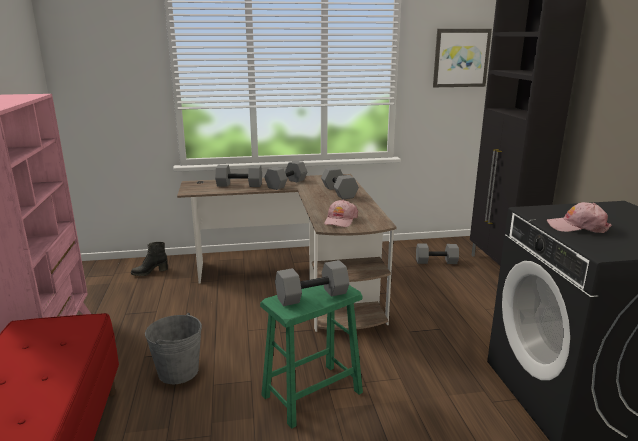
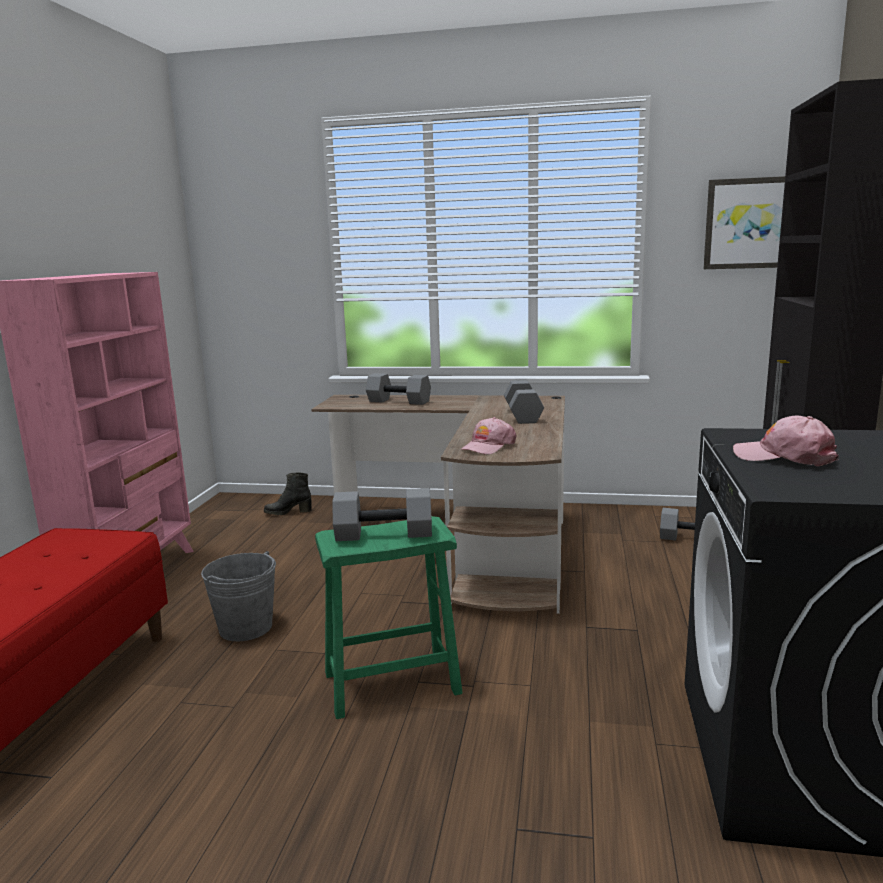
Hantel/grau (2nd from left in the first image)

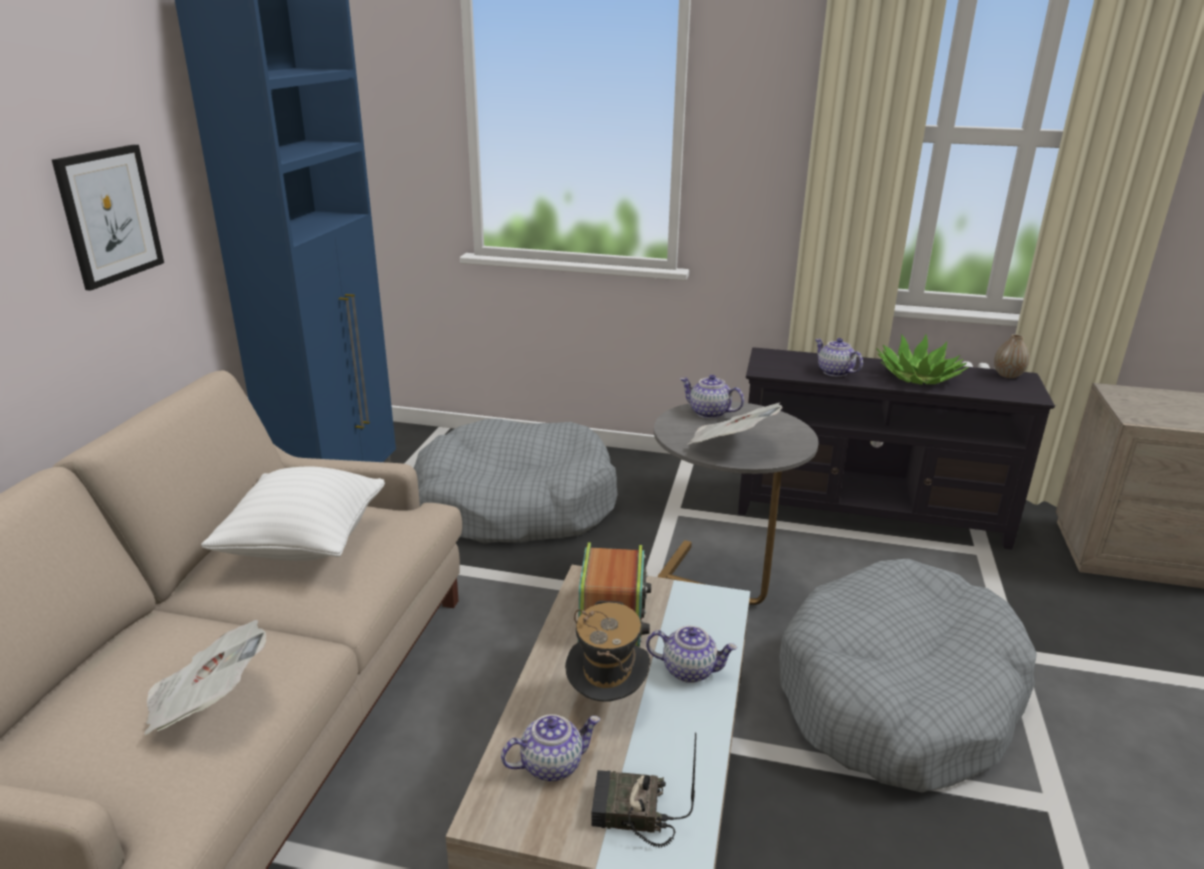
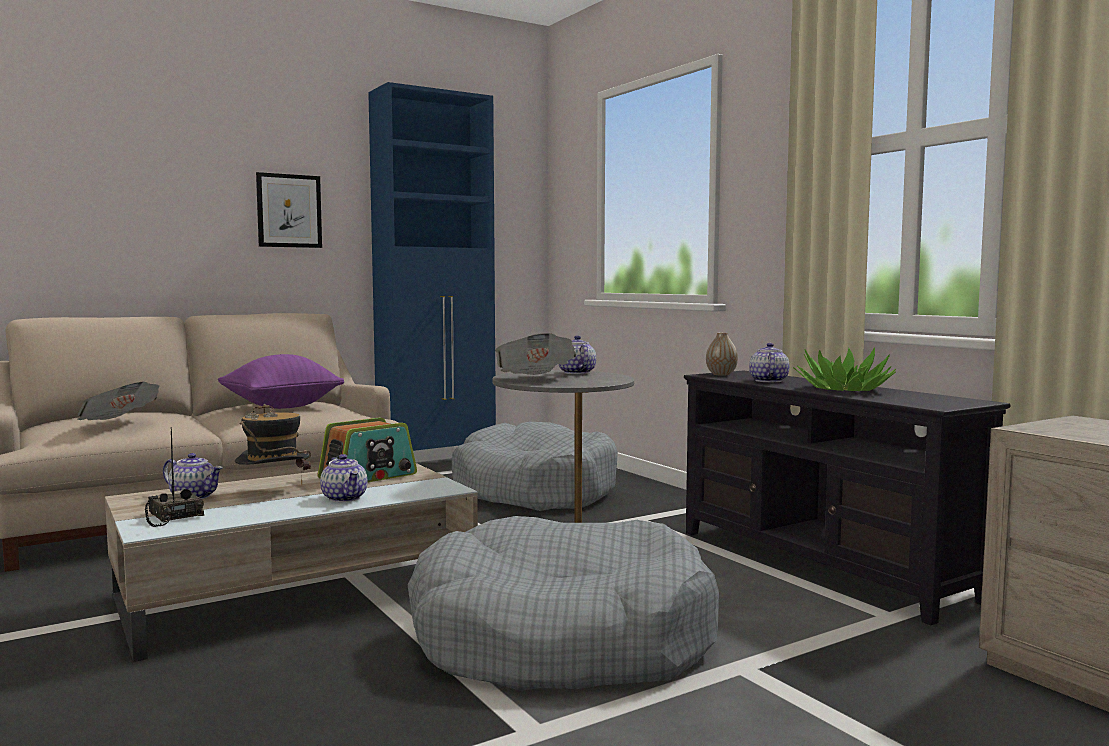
Vase; Kissen/lila

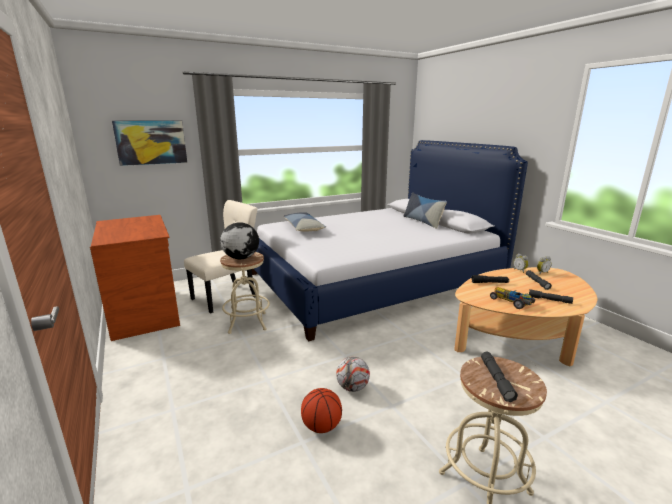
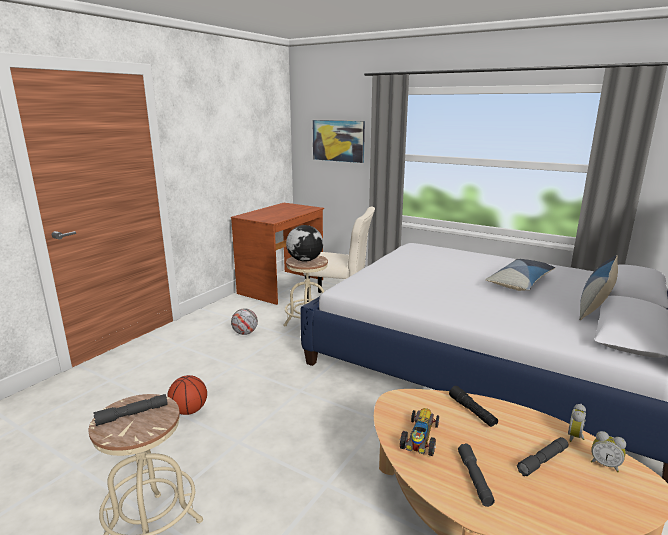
Kissen (1st from left); Fußball

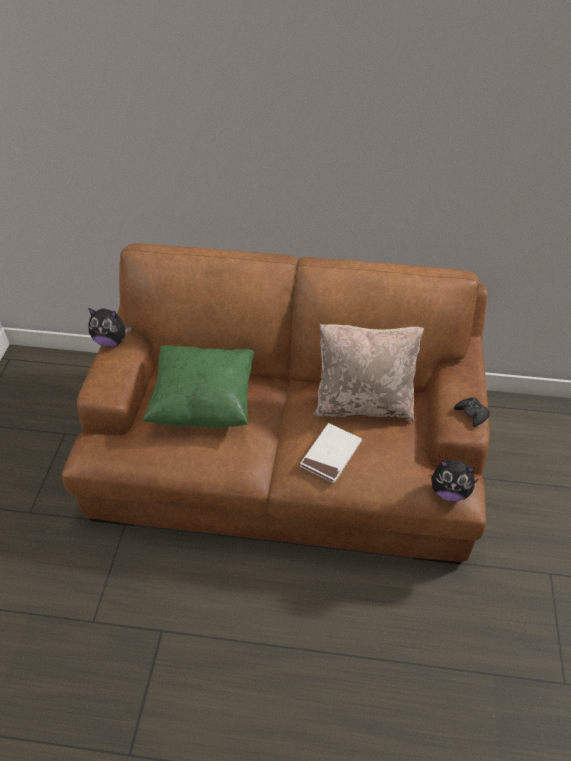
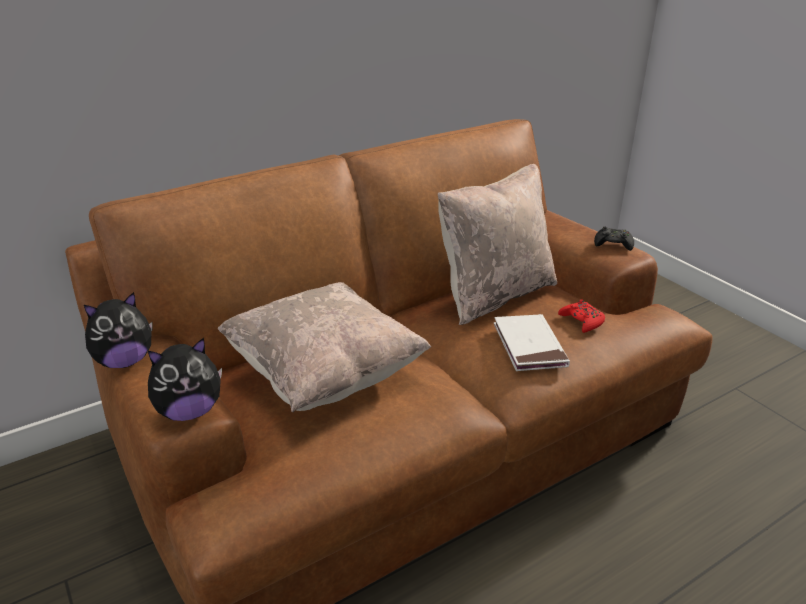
Gamepad/rot; Plüschtier (2nd from left); Kissen/beige (1st from left)

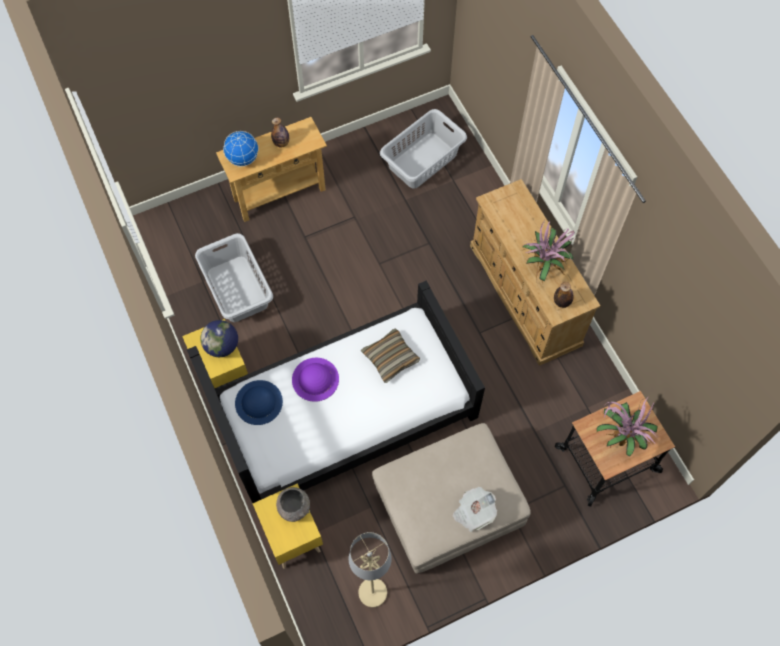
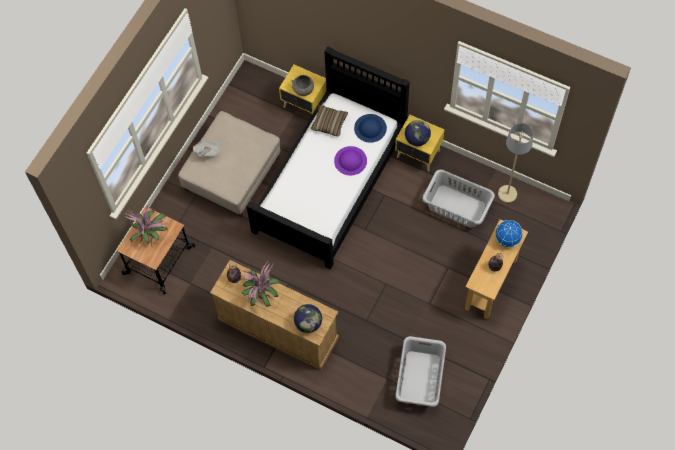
Globus (1st from left); Stehlampe/beige; Kissen

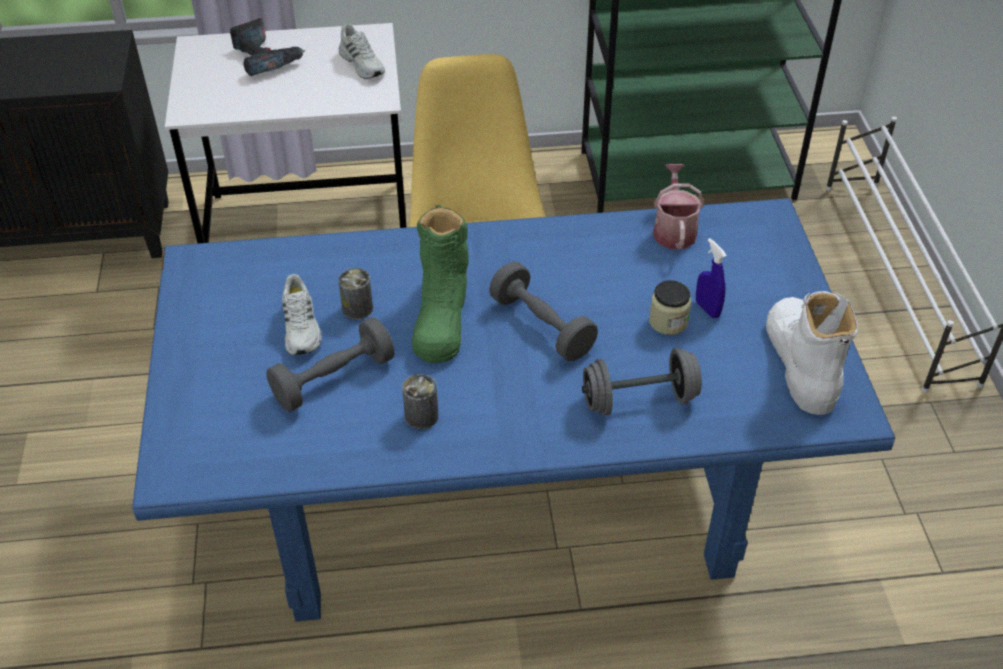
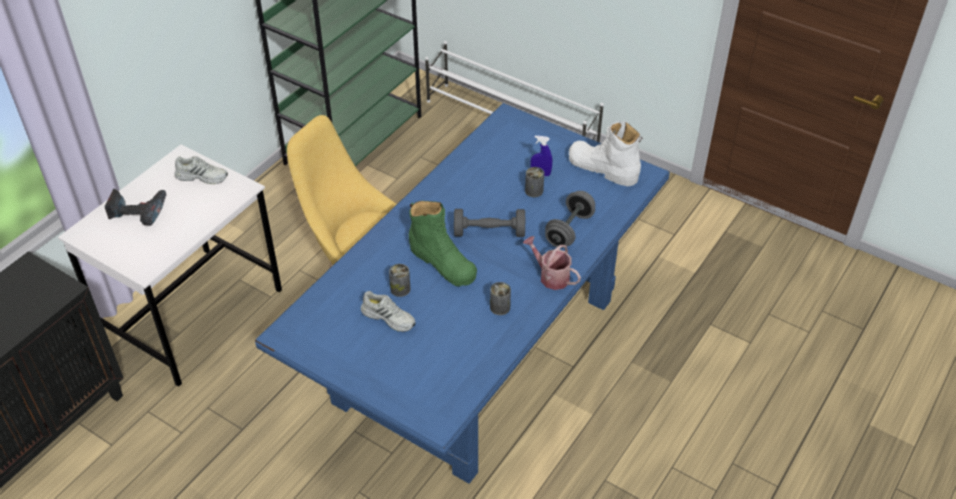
Hantel/grau (1st from left in the first image); Gießkanne; Dose (3rd from left)

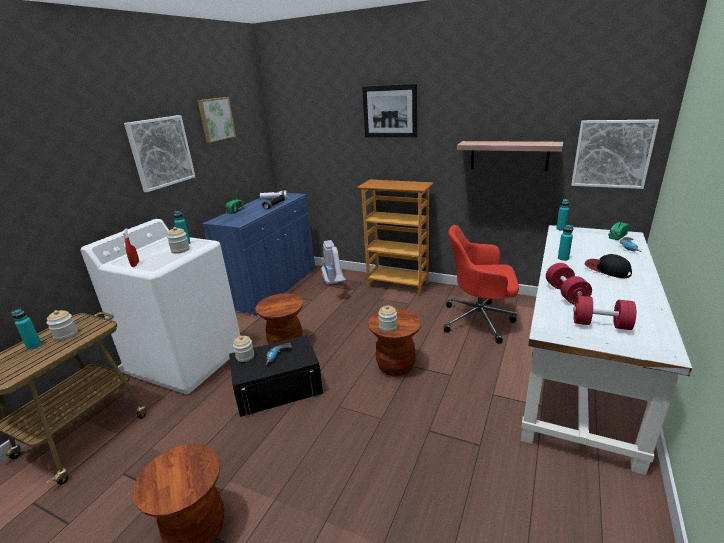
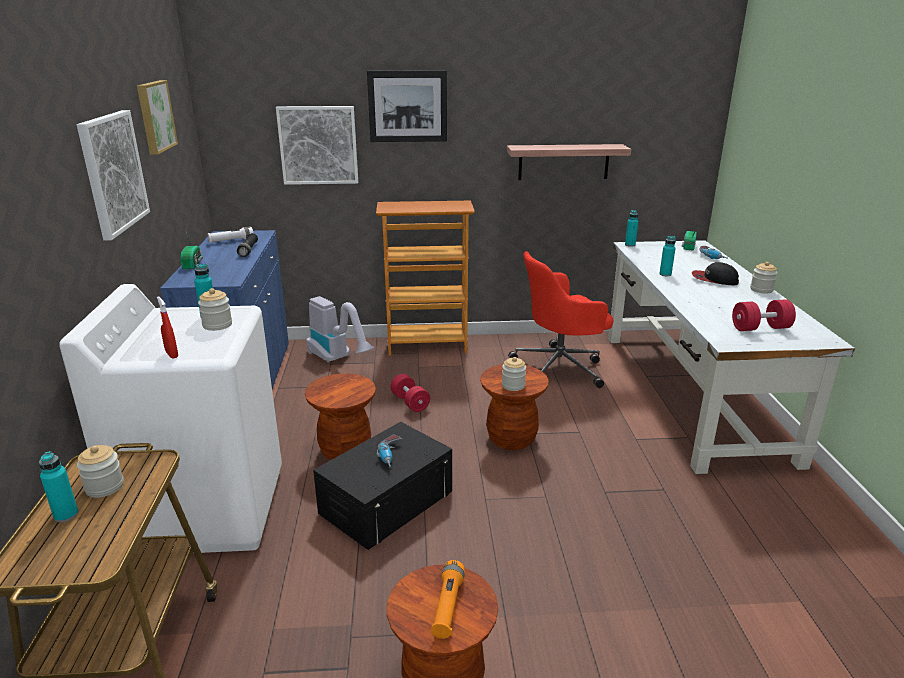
Taschenlampe/orange; Vorratsglas (4th from left); Hantel/rot (1st from left); Bild (3rd from left)

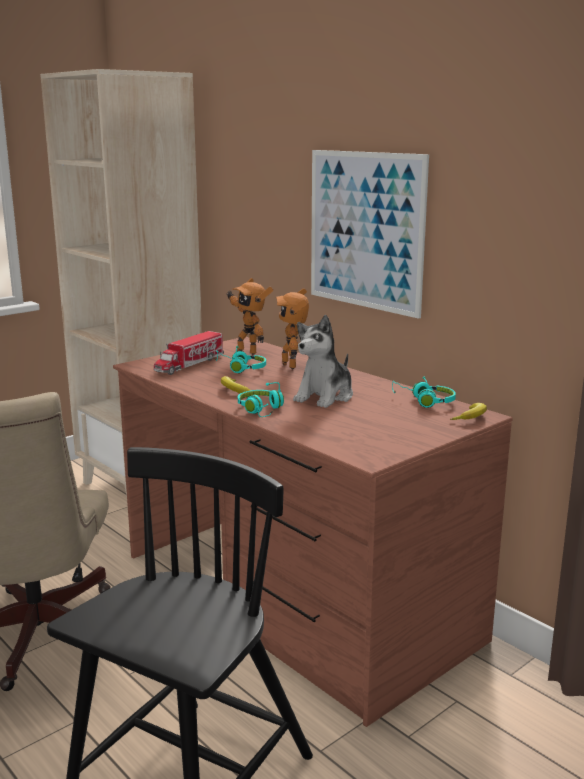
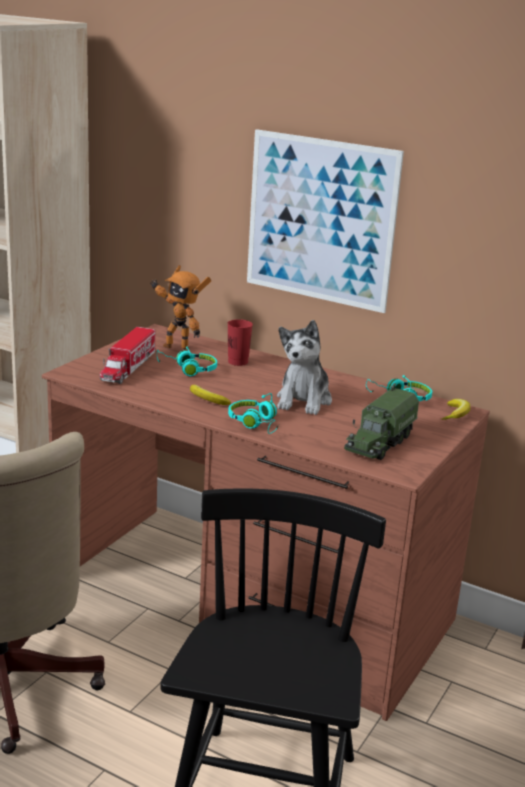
Spielzeuglaster (2nd from left); Tasse/rot

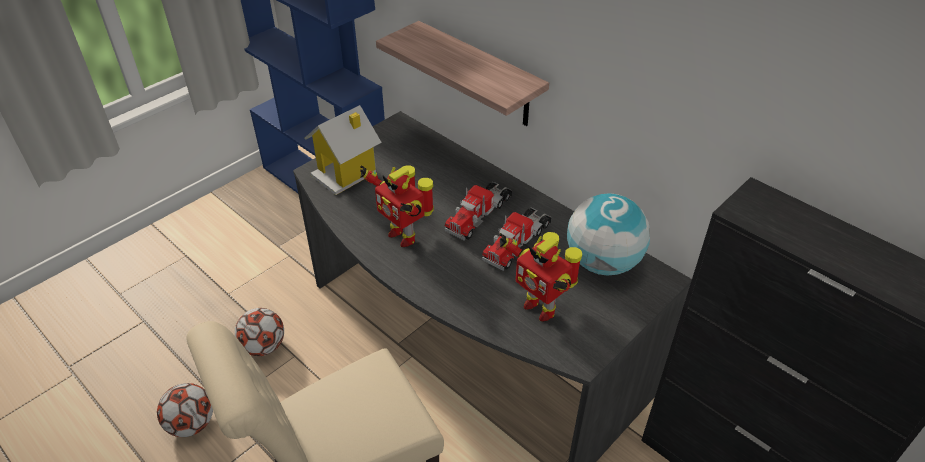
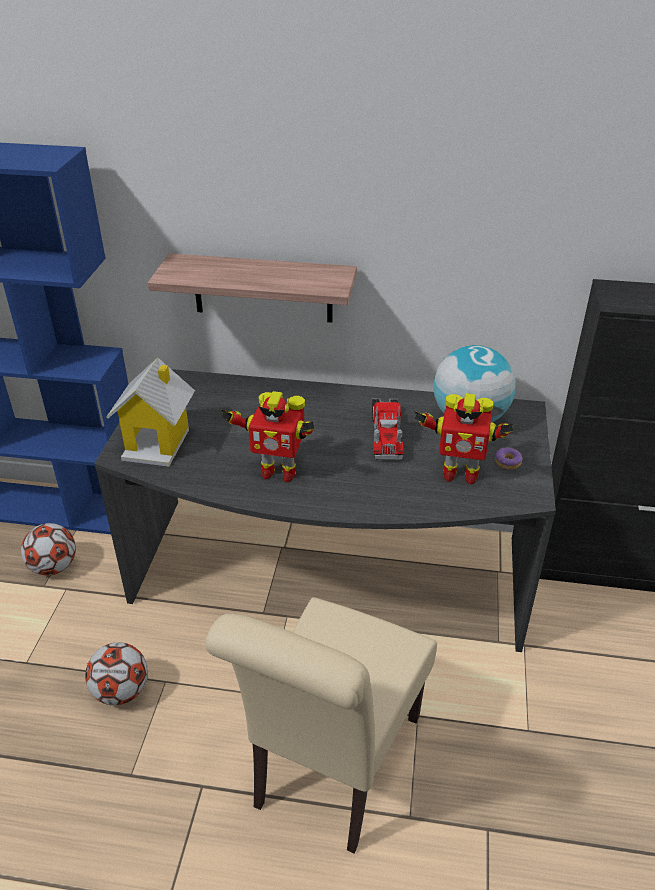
Spielzeuglaster (1st from left in the first image); Donut; Fußball (1st from left)

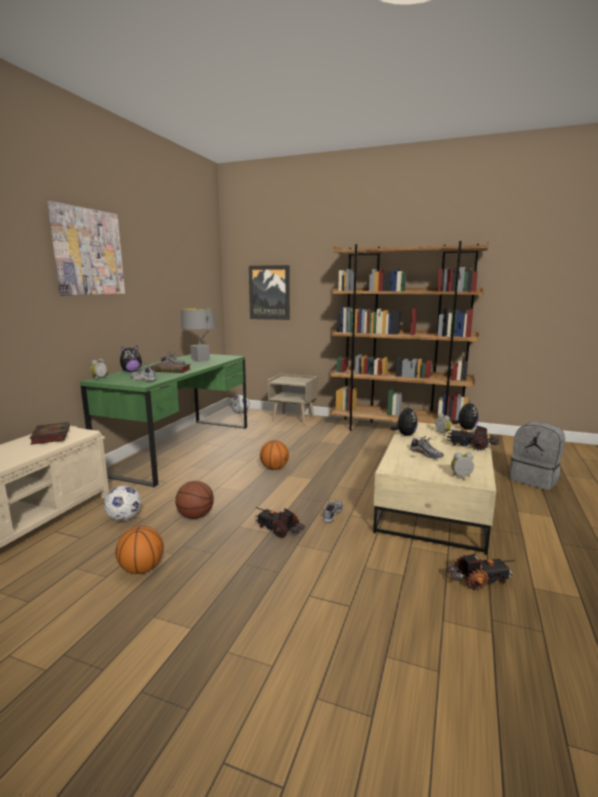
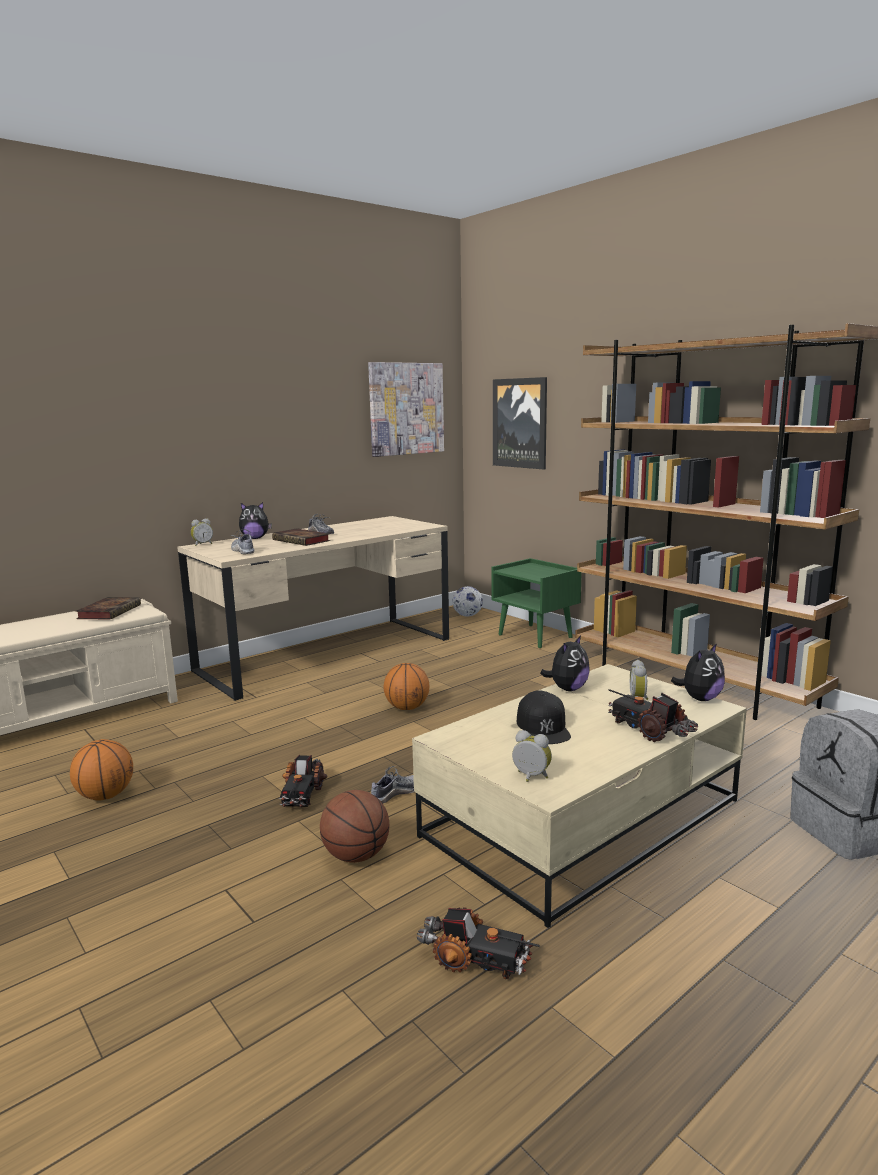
Fußball (1st from left in the first image); Tischlampe/grau; Bild (1st from left); Basketball (2nd from left); Kappe/schwarz; Schreibtisch/beige; Nachttisch/grün; Spielzeuglaster (1st from left)

